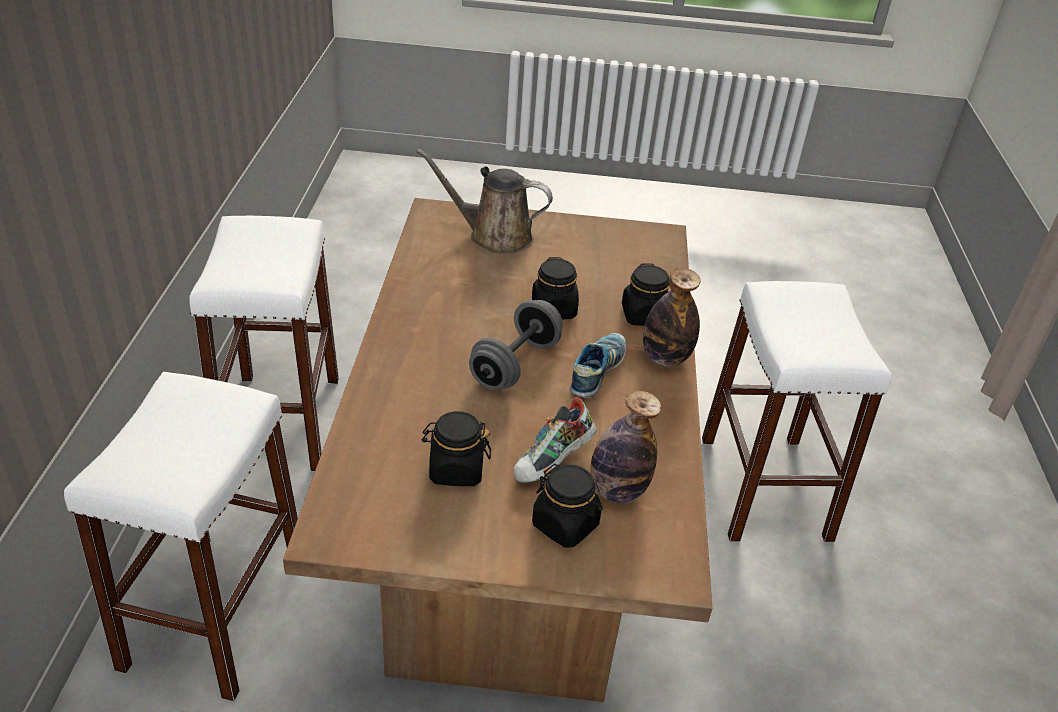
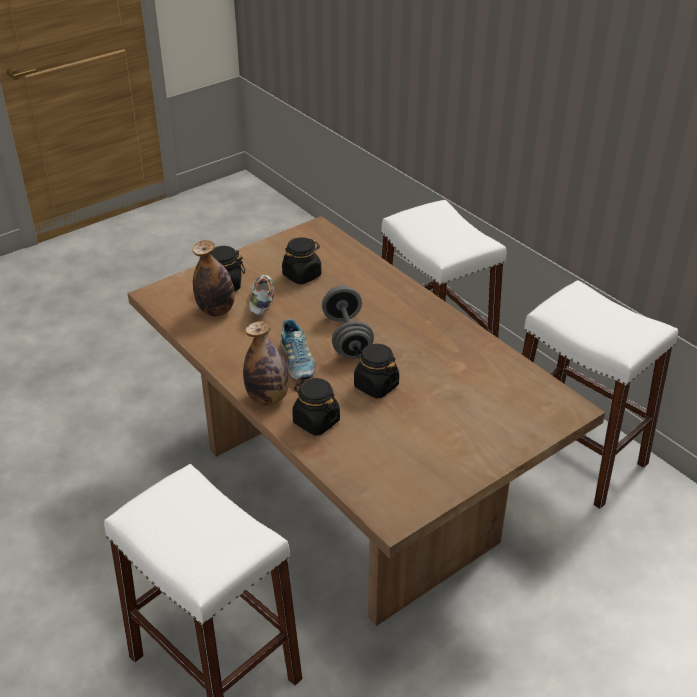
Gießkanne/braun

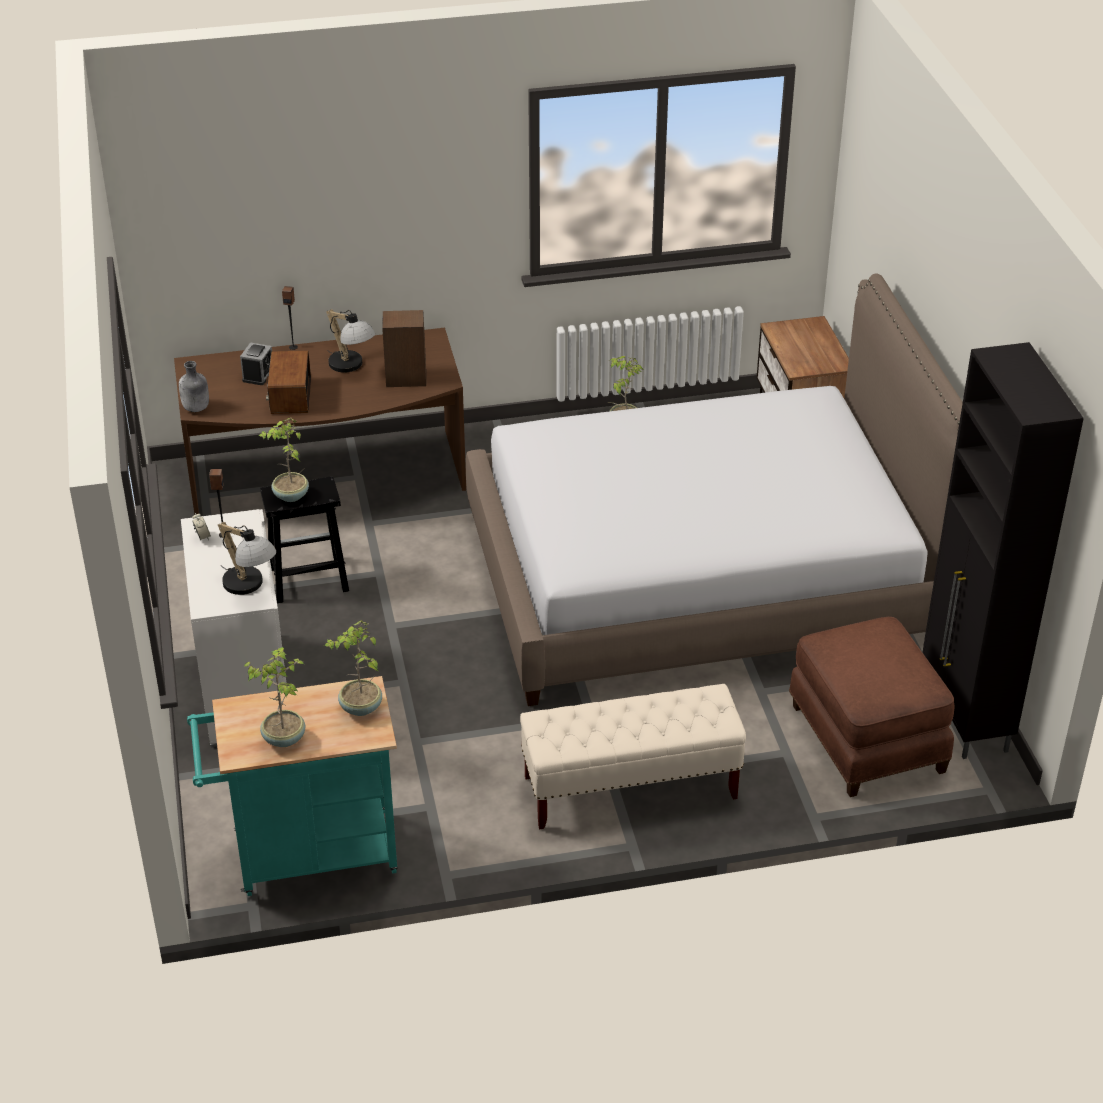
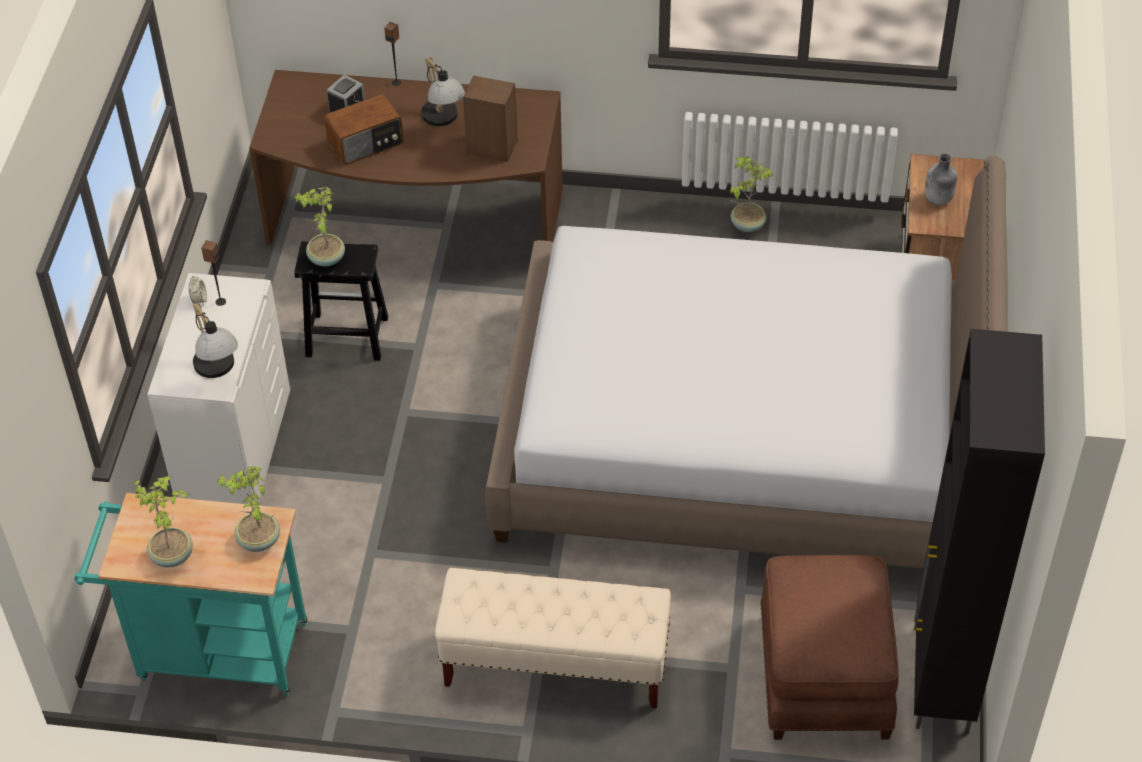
Flasche/grau; Radio

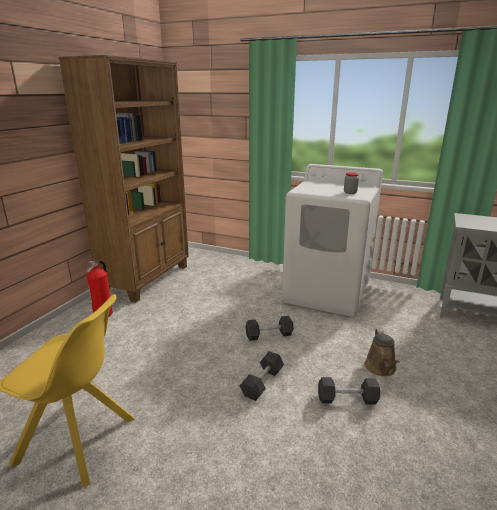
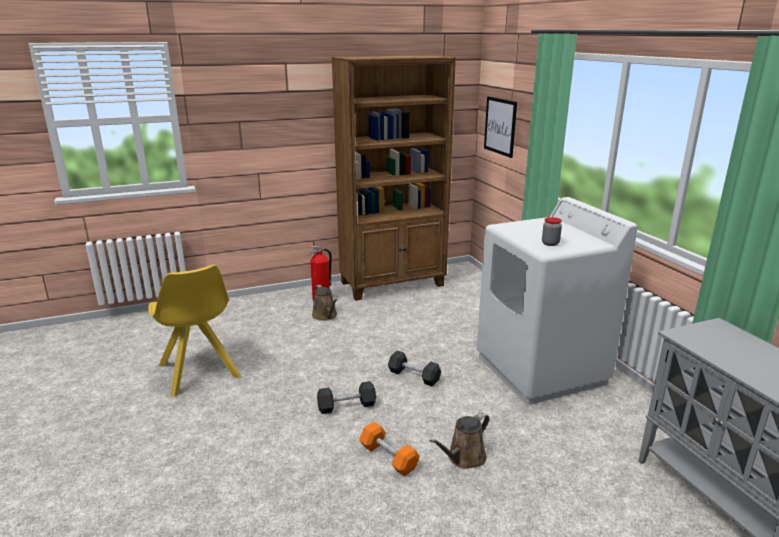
Gießkanne/braun (1st from left); Bild; Hantel/orange

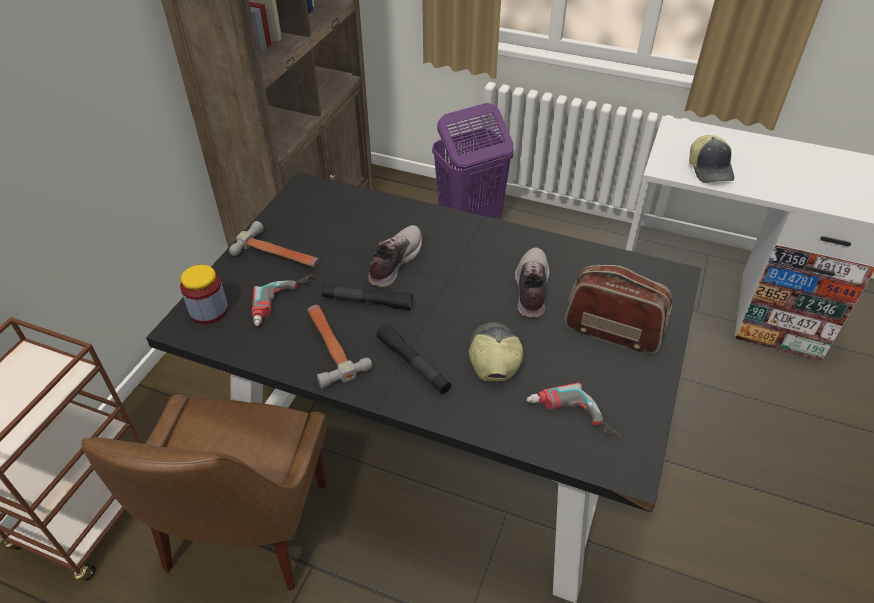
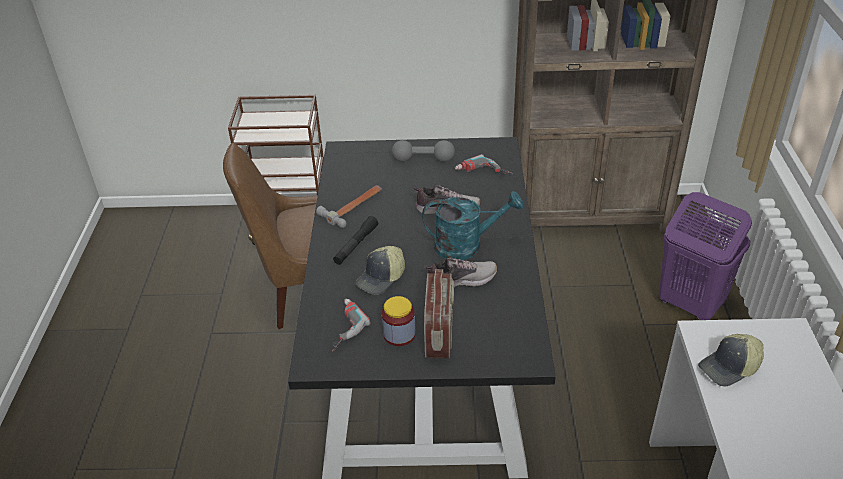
Taschenlampe/schwarz (1st from left in the first image); Gießkanne/türkis; Vorratsglas; Bohrmaschine (2nd from left); Hantel/grau; Kappe (1st from left)

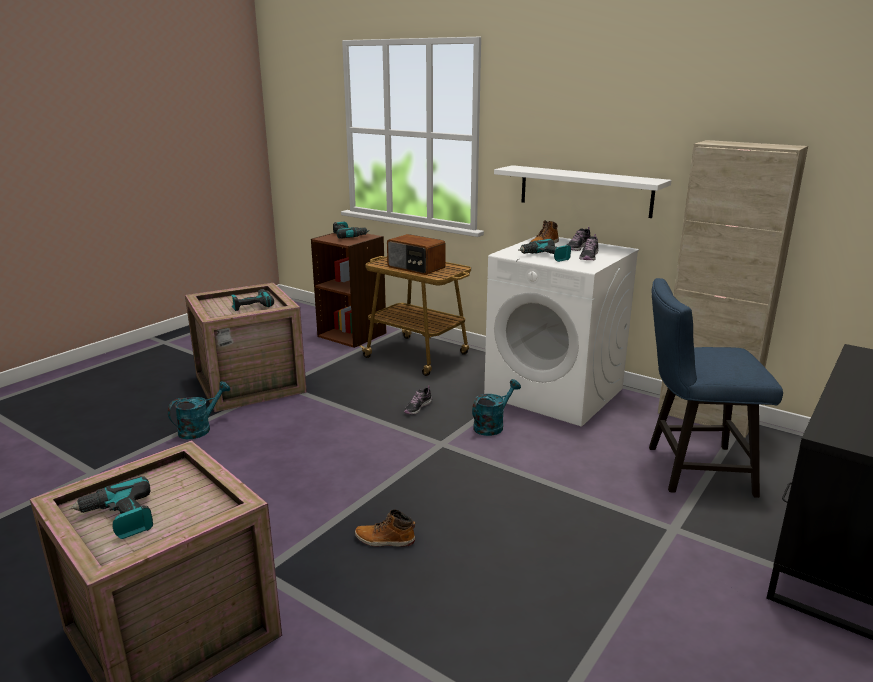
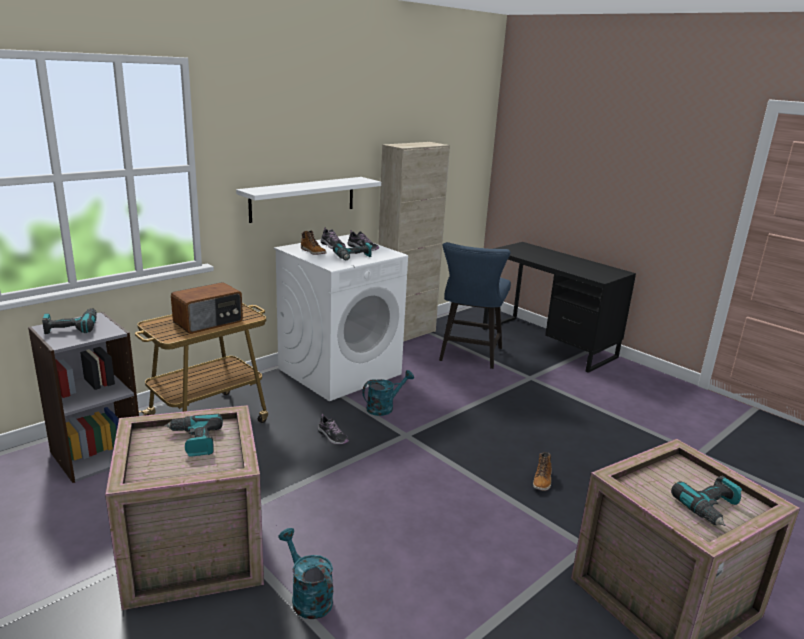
Bücherregal/grau; Gießkanne/türkis (2nd from left)

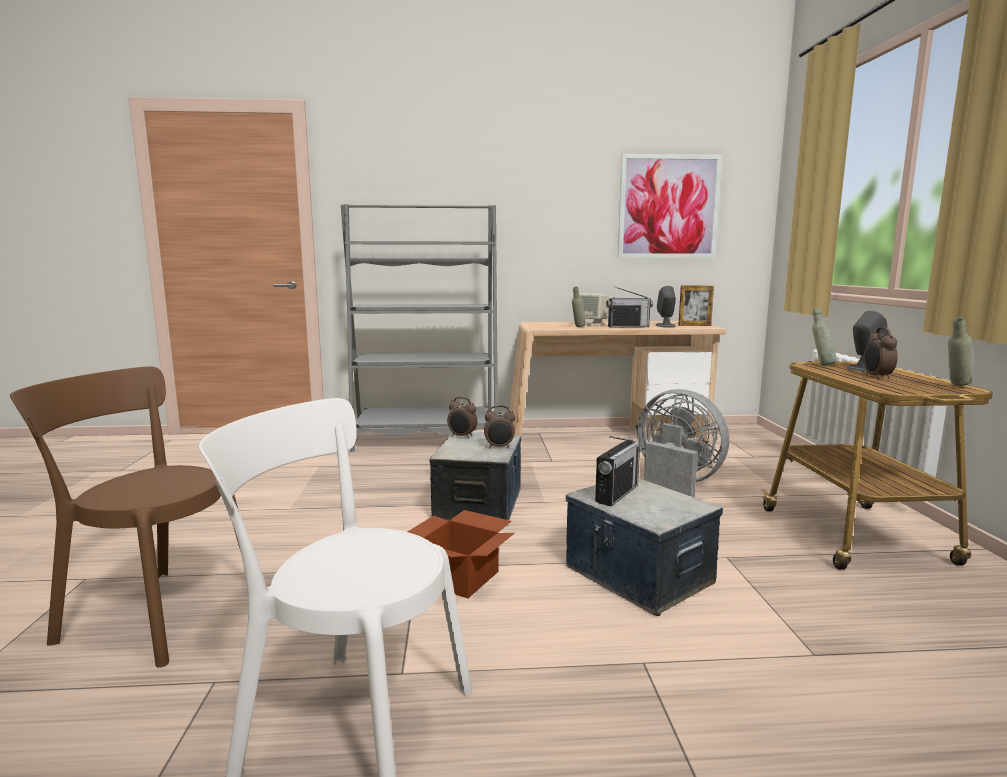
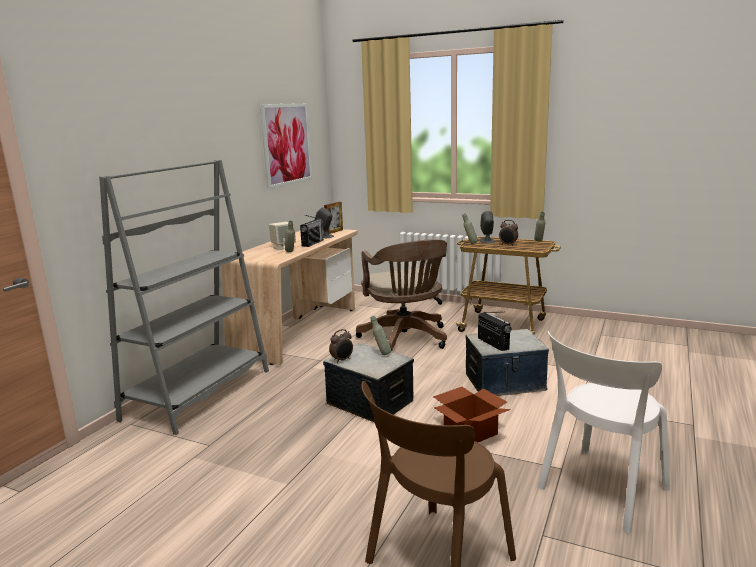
Flasche/grau (2nd from left); Bürostuhl/braun

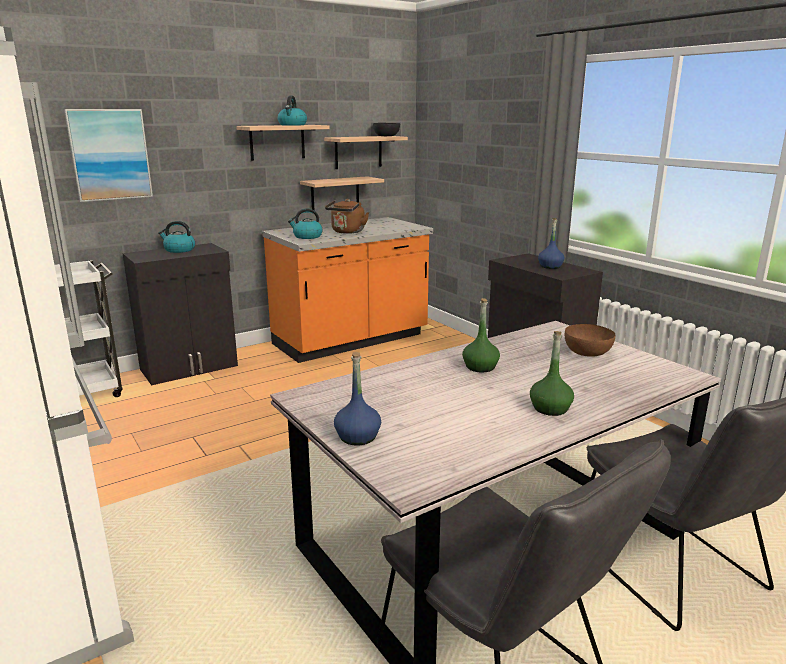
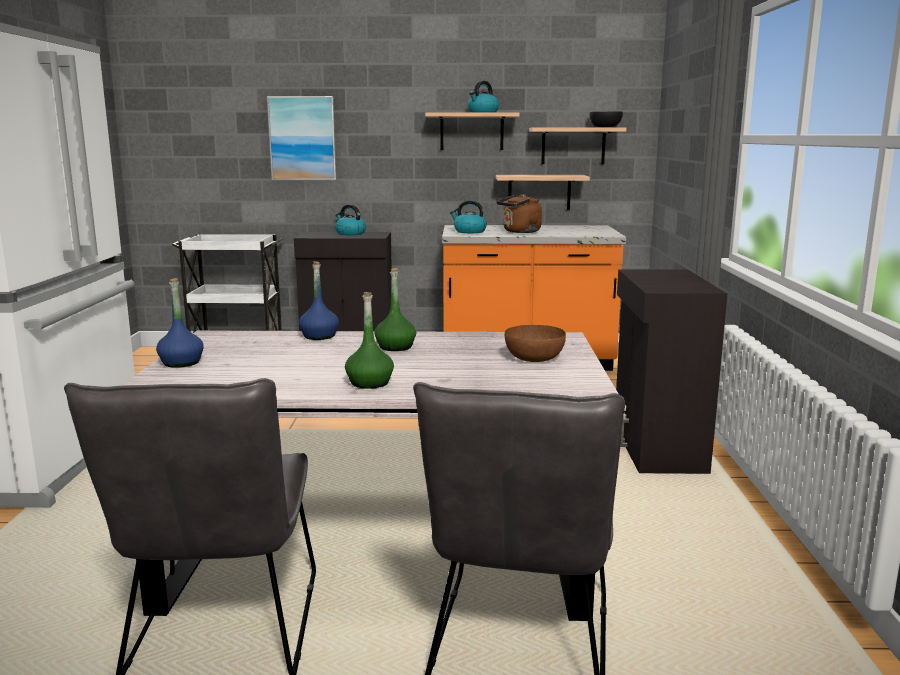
Flasche/blau (2nd from left)

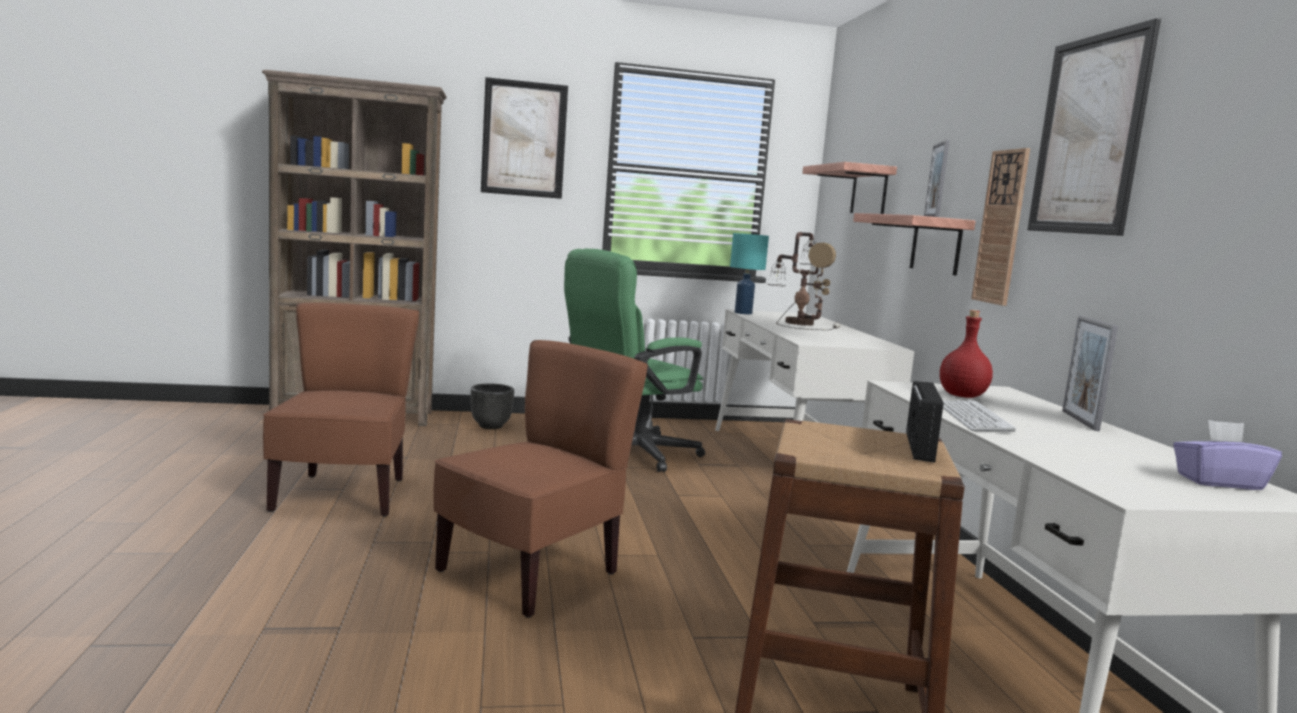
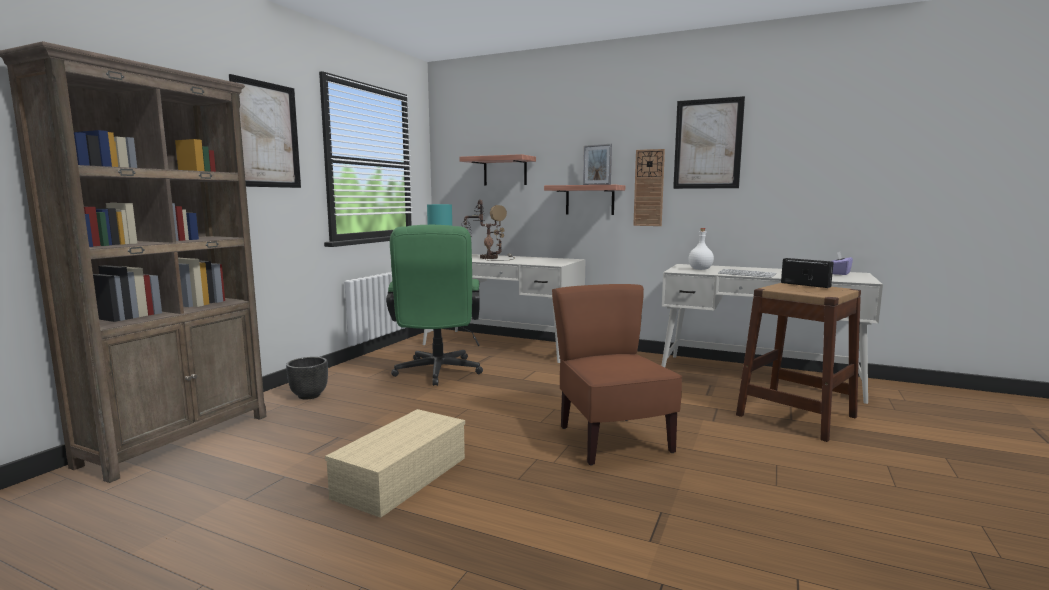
Bilderrahmen (2nd from left in the first image); Aufbewahrungsbox/beige; Flasche/weiß

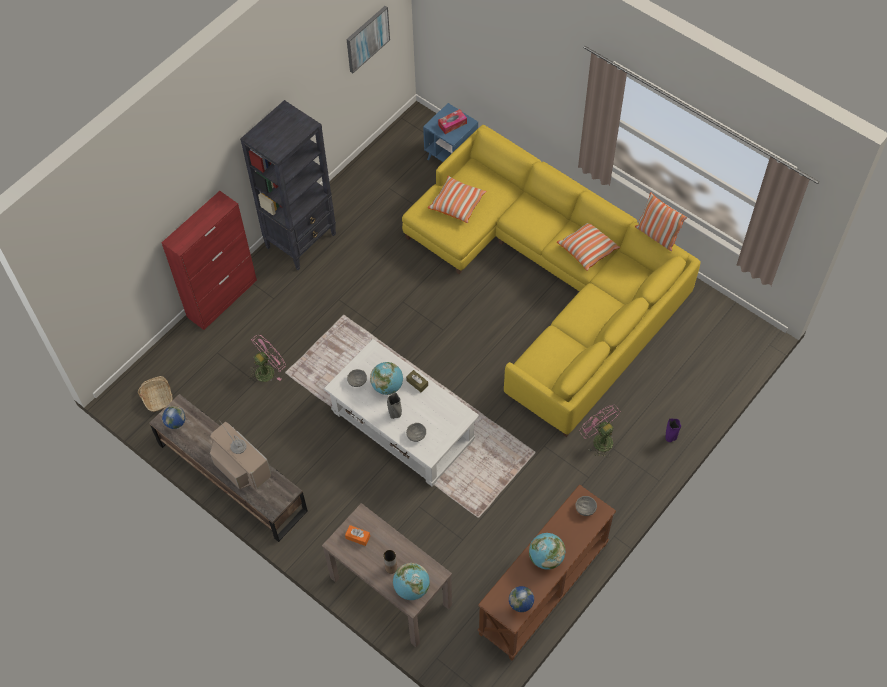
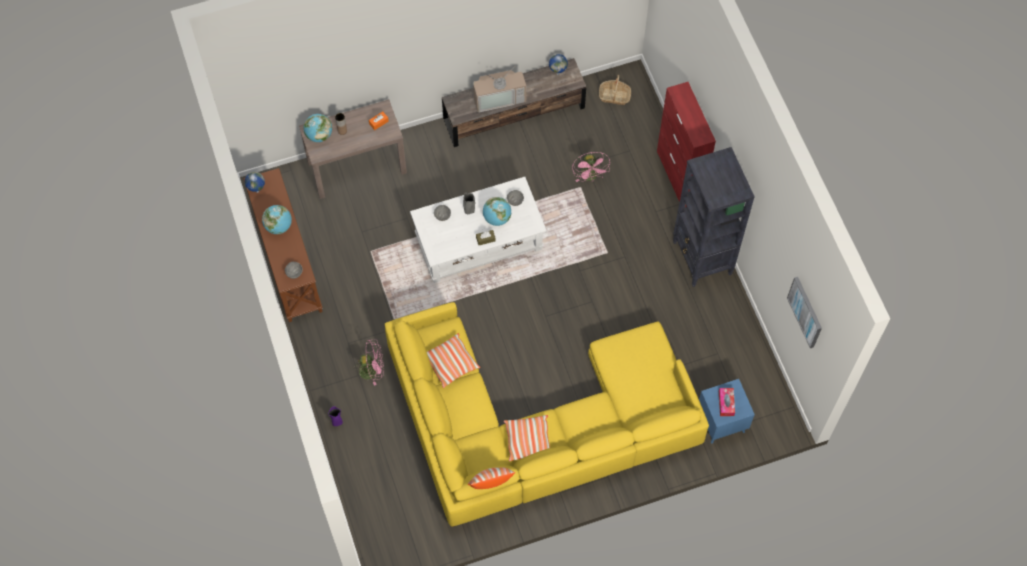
Kissen (1st from left)

